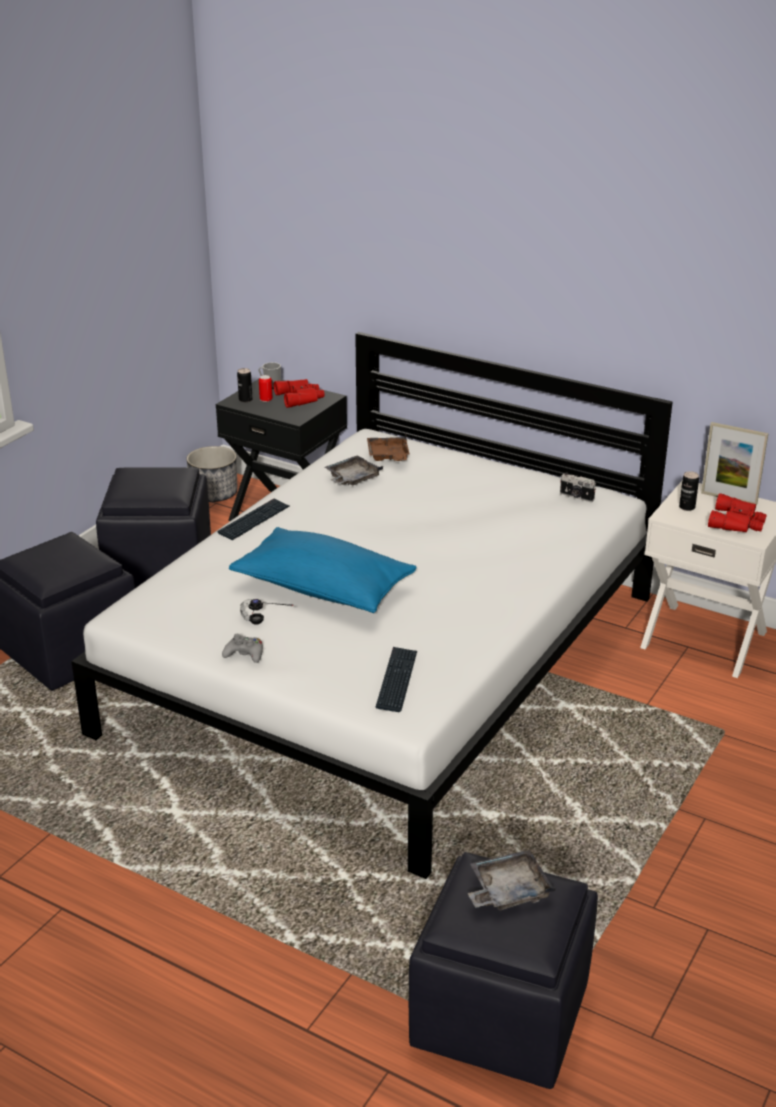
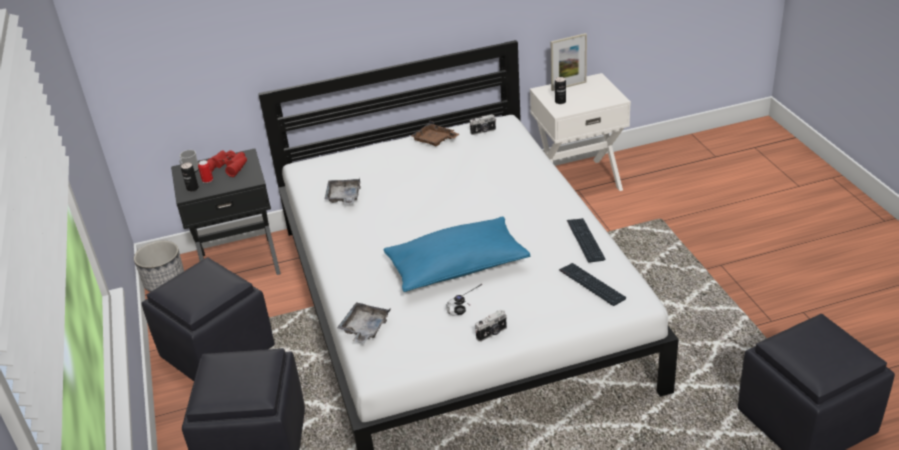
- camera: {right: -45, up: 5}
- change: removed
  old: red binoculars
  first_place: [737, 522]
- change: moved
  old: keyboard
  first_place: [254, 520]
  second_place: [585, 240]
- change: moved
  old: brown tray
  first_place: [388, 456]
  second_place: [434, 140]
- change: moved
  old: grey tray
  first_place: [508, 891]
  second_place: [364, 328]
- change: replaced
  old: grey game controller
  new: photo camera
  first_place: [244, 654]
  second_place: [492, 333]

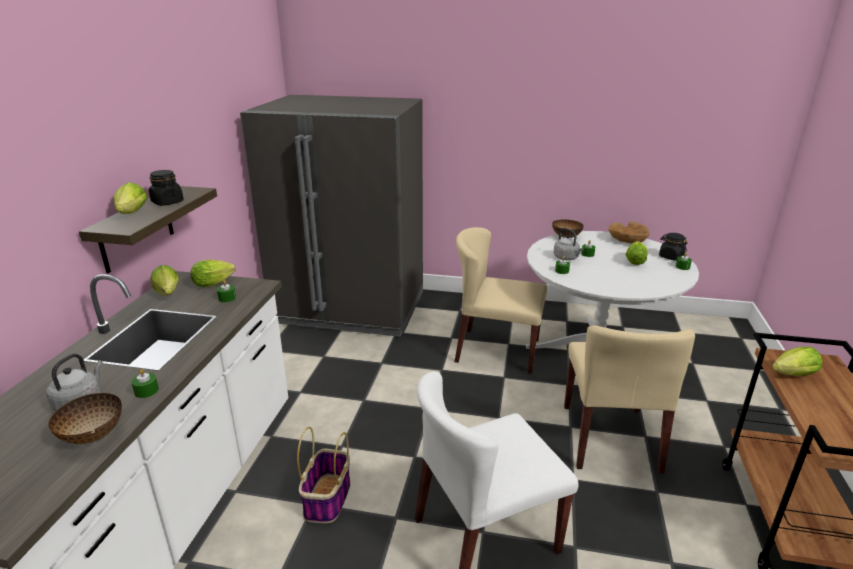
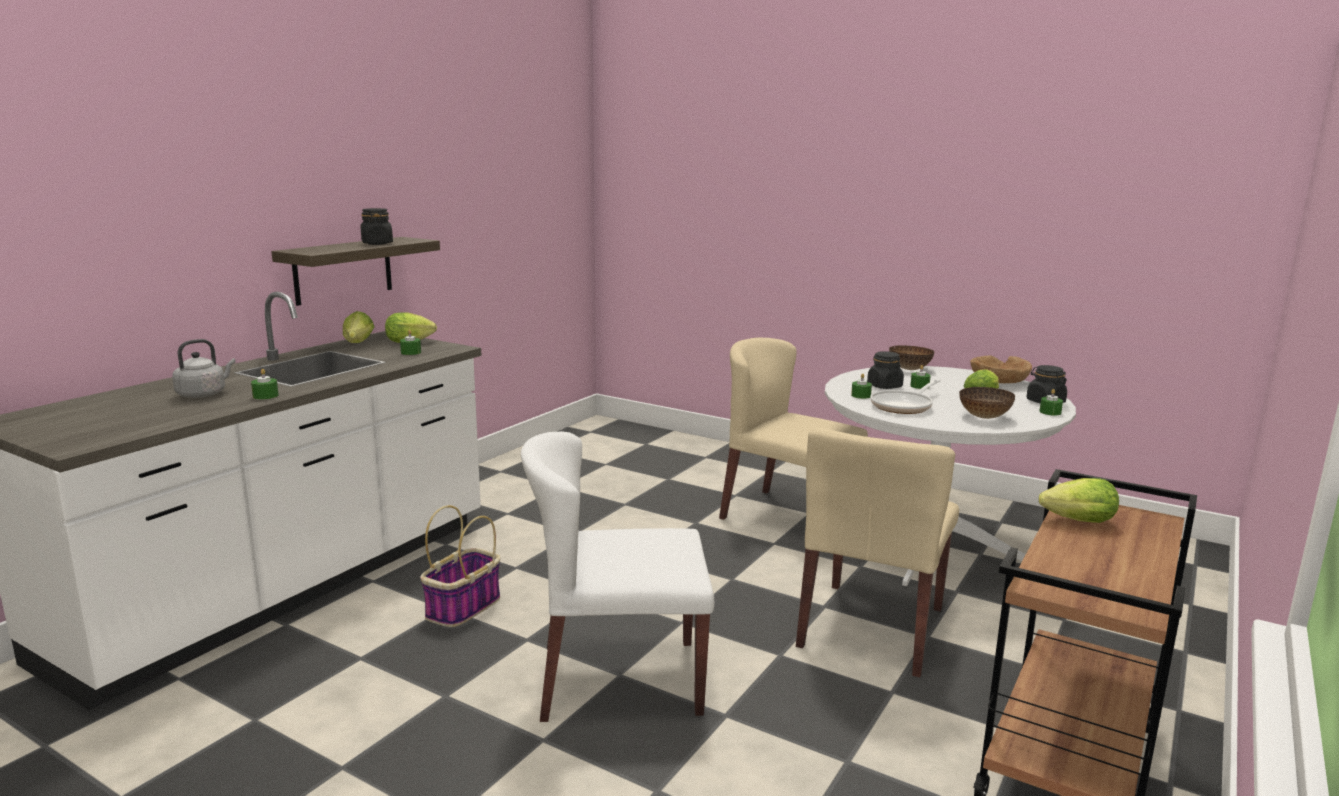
- camera: {right: 20, up: -10}
- change: removed
  old: lettuce
  first_place: [131, 214]
- change: removed
  old: grey fridge
  first_place: [350, 308]
- change: added
  new: frying pan
  second_place: [904, 406]
- change: moved
  old: bowl
  first_place: [92, 435]
  second_place: [983, 417]
- change: replaced
  old: grey kettle
  new: black jar
  first_place: [567, 258]
  second_place: [884, 386]

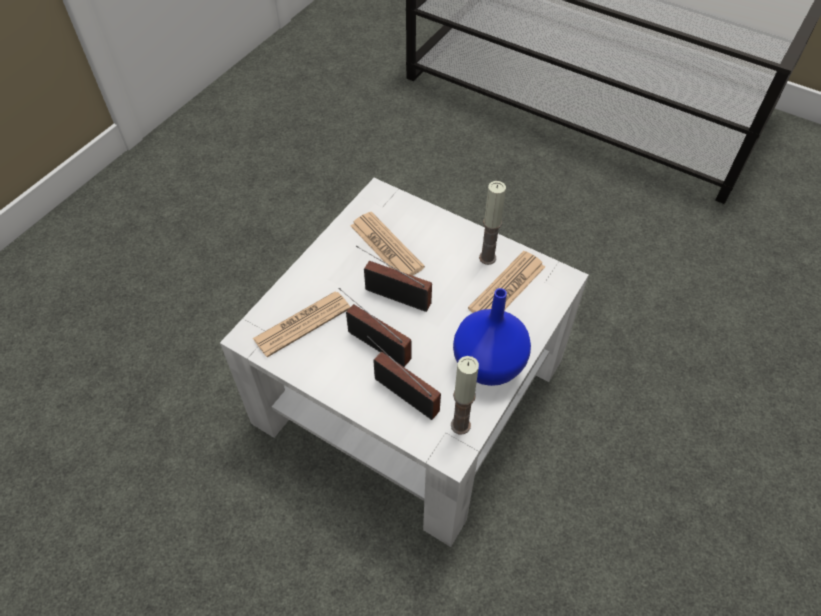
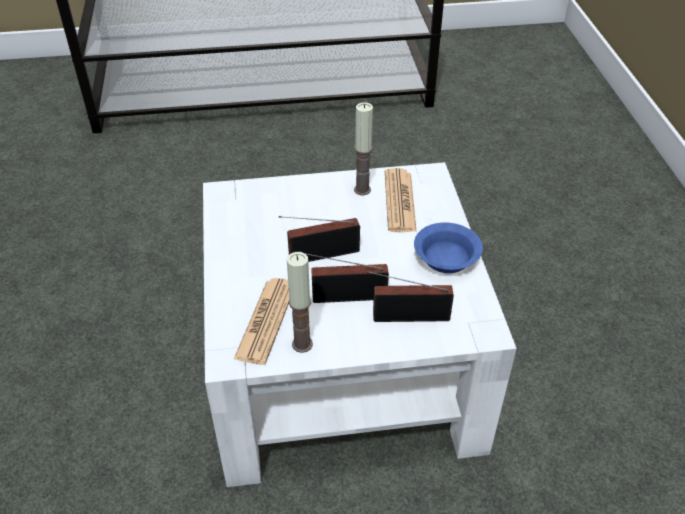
- camera: {right: -40, up: -10}
- change: removed
  old: newspaper
  first_place: [386, 246]
- change: moved
  old: candle
  first_place: [460, 425]
  second_place: [302, 344]
- change: replaced
  old: blue vase
  new: blue bowl
  first_place: [488, 364]
  second_place: [444, 258]

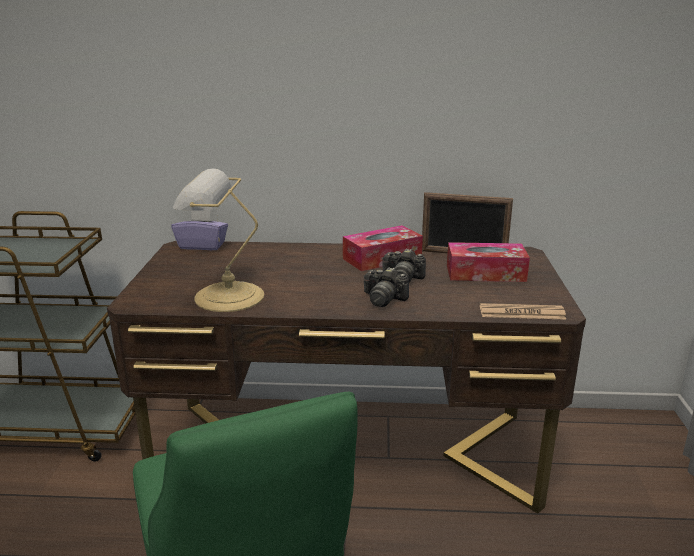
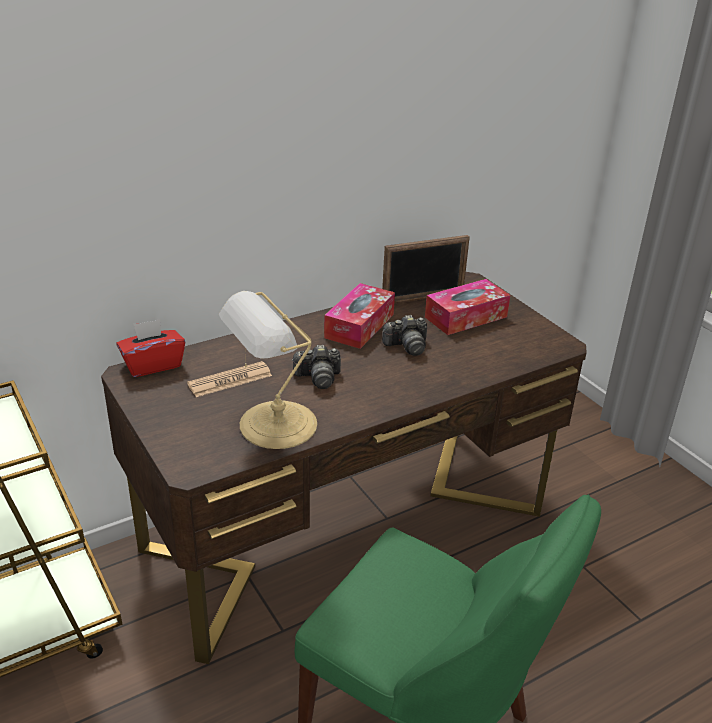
- camera: {right: -35, up: 10}
- change: moved
  old: photo camera
  first_place: [383, 299]
  second_place: [318, 378]
- change: moved
  old: newspaper
  first_place: [522, 313]
  second_place: [230, 380]
- change: recoloured
  old: purple tissue box
  new: red tissue box
  first_place: [202, 245]
  second_place: [153, 365]

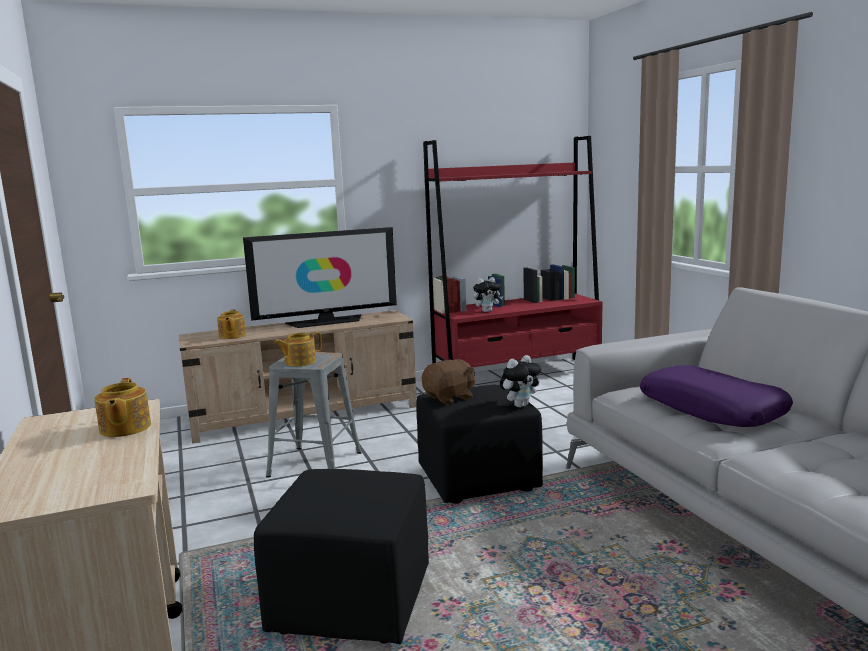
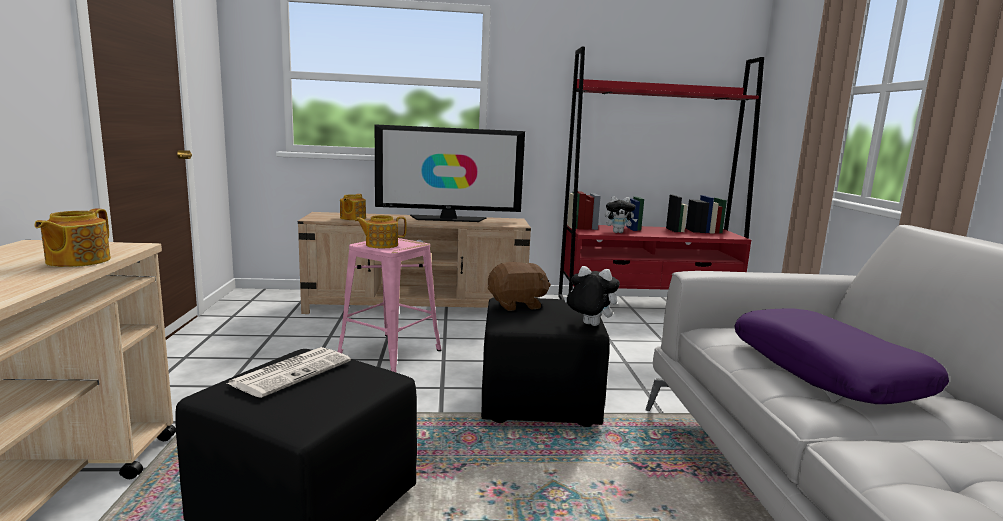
- camera: {right: 15, up: 0}
- change: added
  new: newspaper
  second_place: [292, 372]
- change: recoloured
  old: grey stool
  new: pink stool
  first_place: [314, 464]
  second_place: [389, 352]
- change: turned
  old: plush toy
  first_place: [520, 405]
  second_place: [588, 325]
  degrees: -135

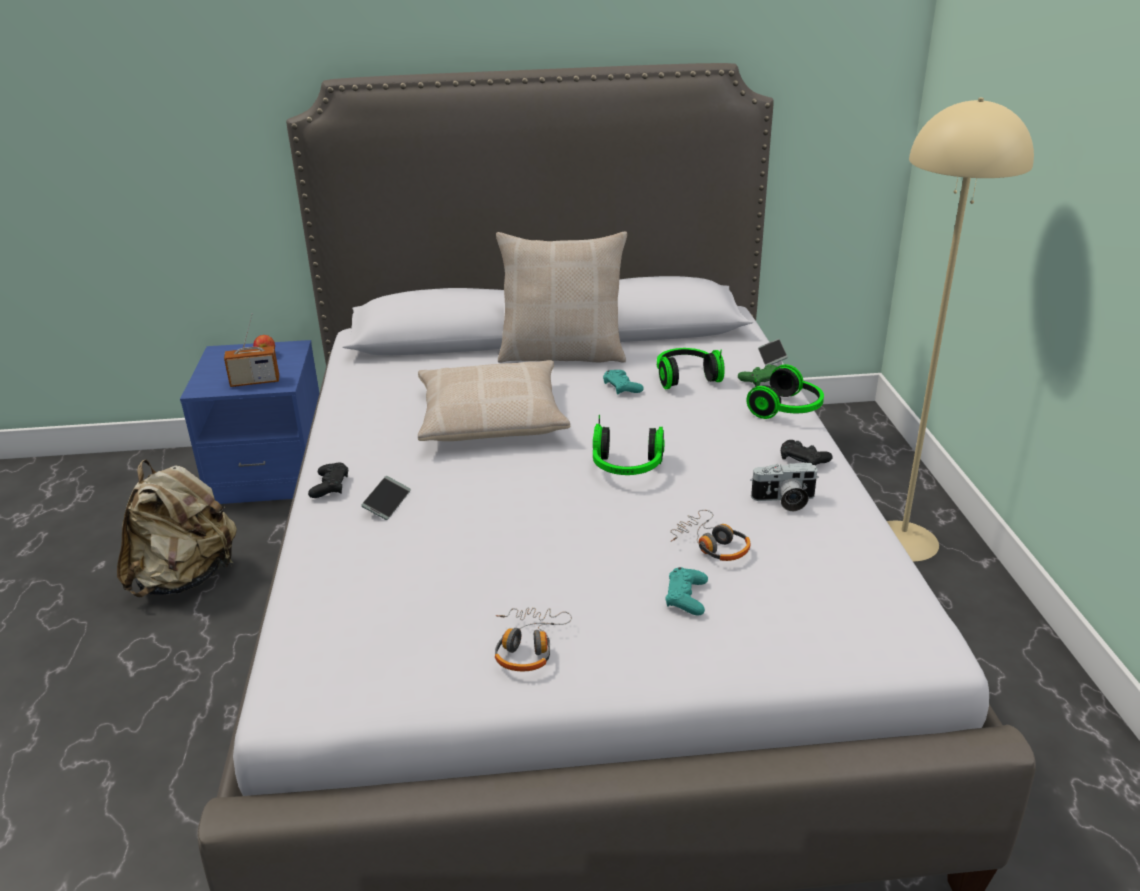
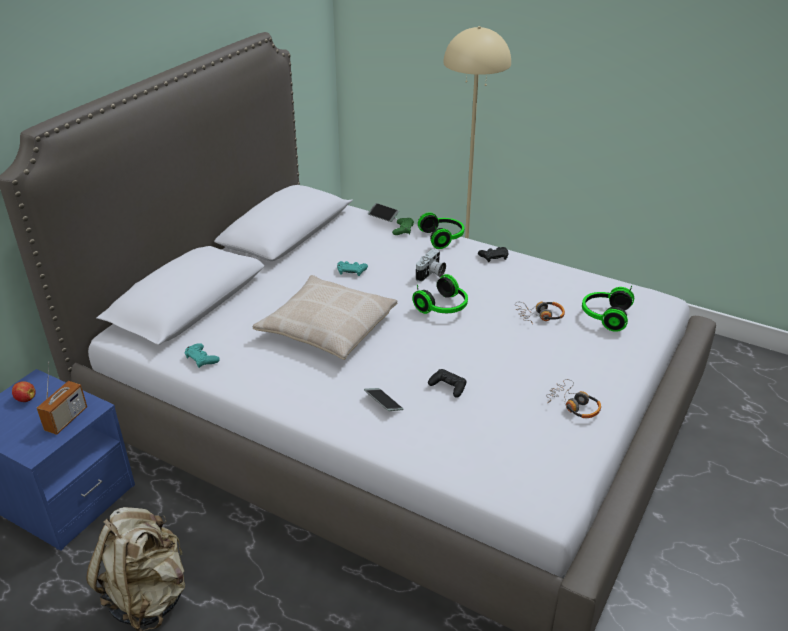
- camera: {right: -55, up: 5}
- change: removed
  old: beige pillow
  first_place: [563, 354]
- change: moved
  old: black game controller
  first_place: [330, 486]
  second_place: [448, 386]
- change: moved
  old: headphones
  first_place: [685, 377]
  second_place: [604, 316]
- change: moved
  old: turquoise game controller
  first_place: [686, 597]
  second_place: [201, 359]
- change: moved
  old: photo camera
  first_place: [784, 501]
  second_place: [431, 274]

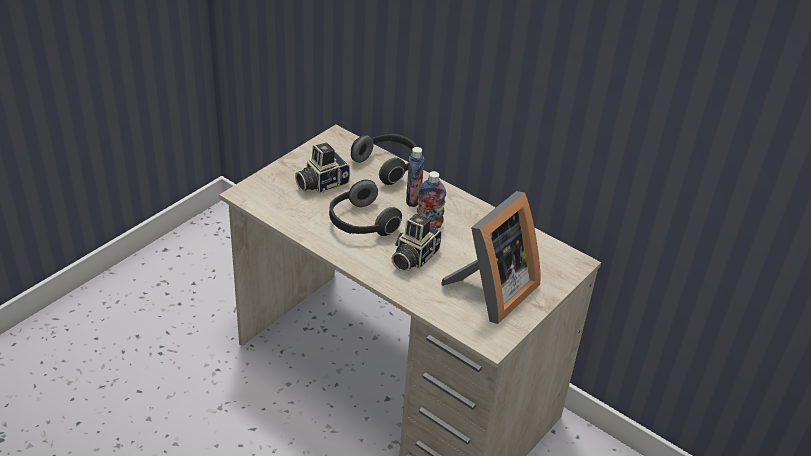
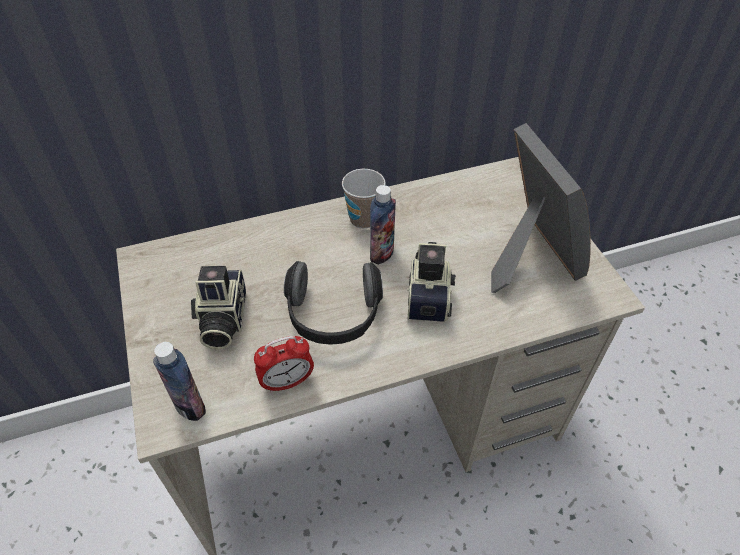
- camera: {right: -55, up: 10}
- change: removed
  old: headphones
  first_place: [388, 166]
- change: added
  new: alarm clock
  second_place: [287, 382]
- change: added
  new: cup
  second_place: [364, 219]
- change: moved
  old: bottle
  first_place: [413, 200]
  second_place: [190, 406]
- change: turned
  old: photo camera
  first_place: [413, 257]
  second_place: [429, 295]
  degrees: -150

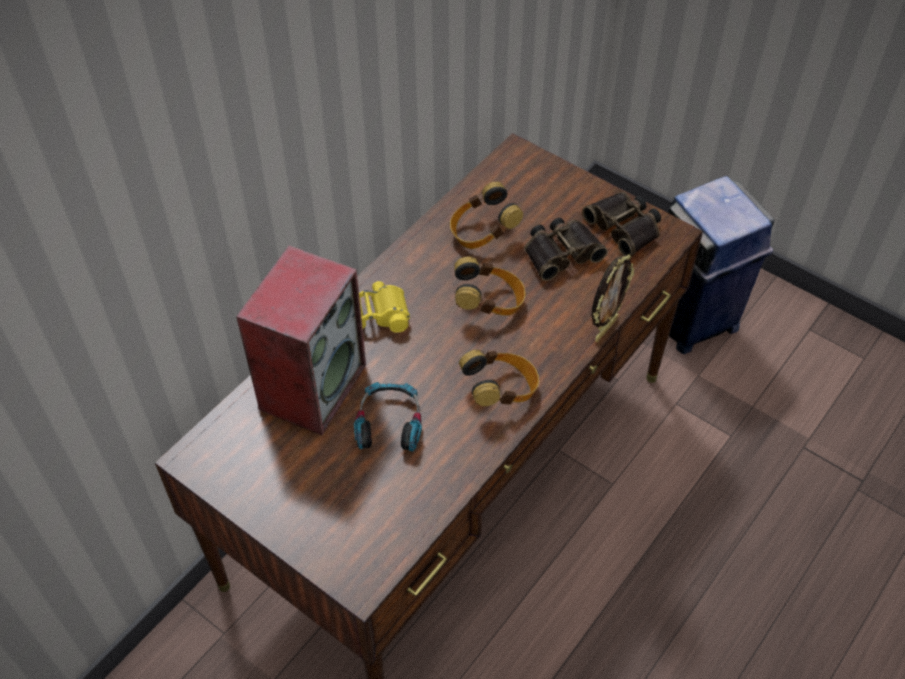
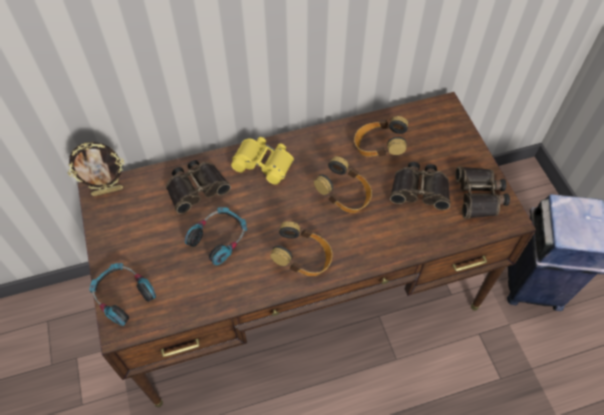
- camera: {right: 35, up: 5}
- change: added
  new: headphones
  second_place: [123, 296]
- change: moved
  old: picture frame
  first_place: [605, 329]
  second_place: [108, 191]
- change: replaced
  old: speaker
  new: binoculars
  first_place: [312, 385]
  second_place: [196, 187]

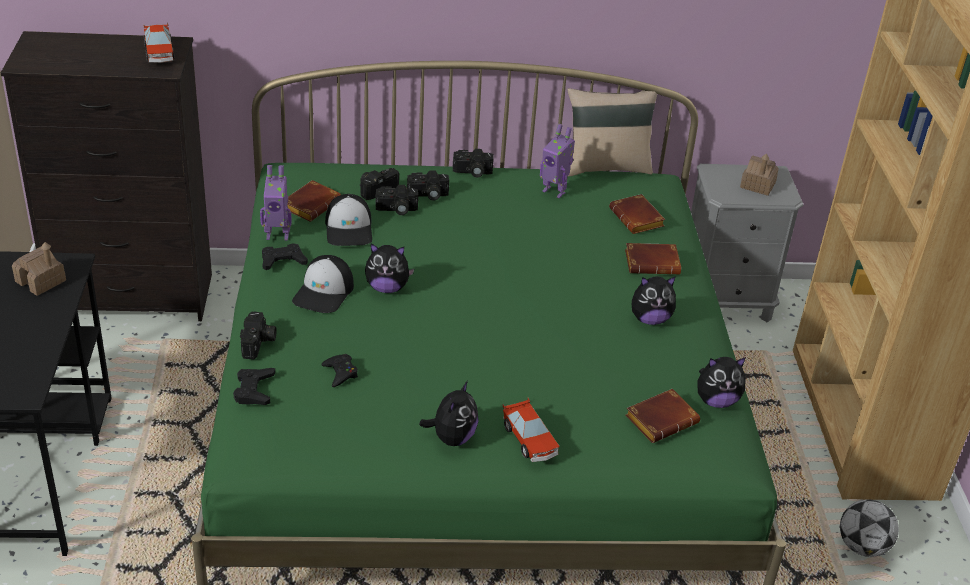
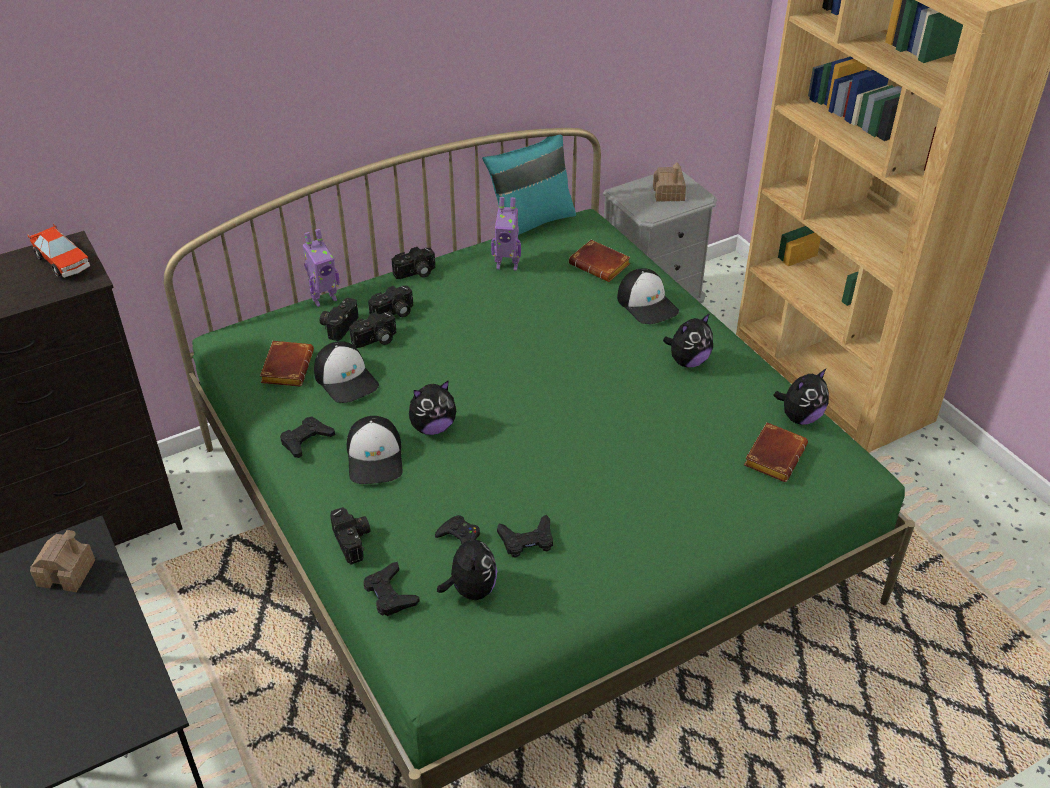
- camera: {right: -25, up: 5}
- change: removed
  old: toy car
  first_place: [529, 440]
- change: removed
  old: football
  first_place: [862, 547]
- change: added
  new: black game controller
  second_place: [527, 540]
- change: moved
  old: toy robot
  first_place: [277, 235]
  second_place: [324, 299]
- change: moved
  old: plush toy
  first_place: [452, 438]
  second_place: [471, 589]
- change: replaced
  old: brown book
  new: cap
  first_place: [653, 263]
  second_place: [647, 304]
- change: recoloured
  old: beige pillow
  new: turquoise pillow
  first_place: [606, 167]
  second_place: [530, 222]

